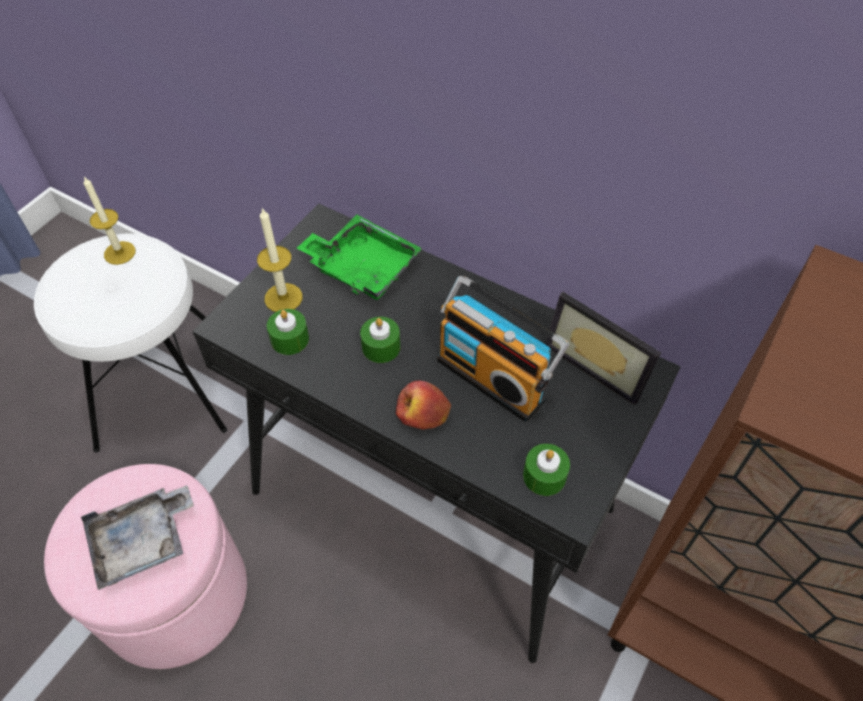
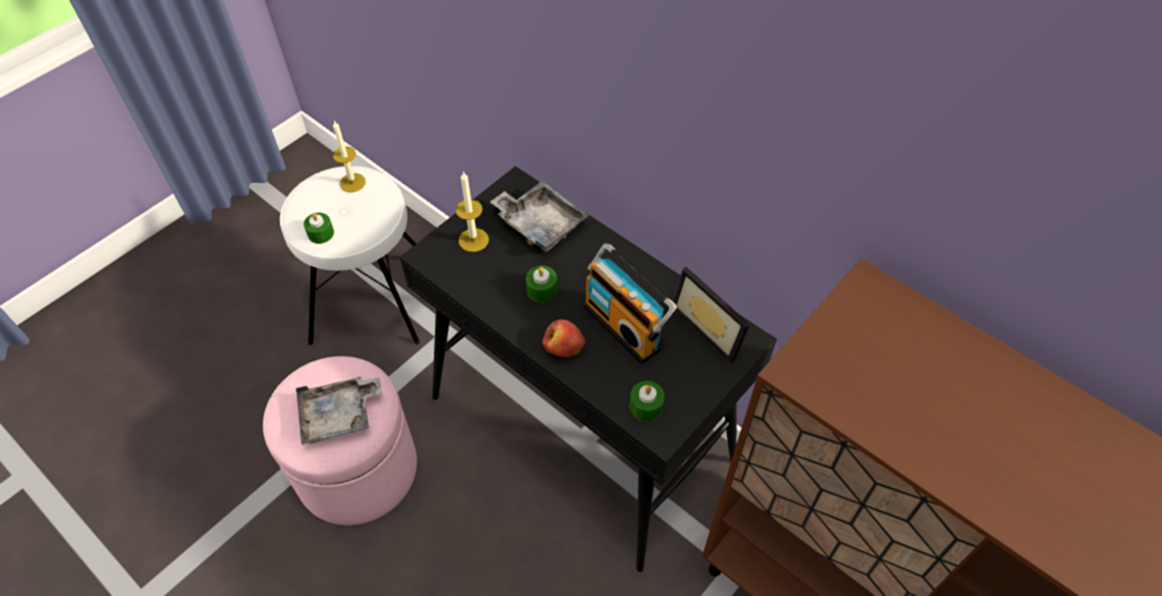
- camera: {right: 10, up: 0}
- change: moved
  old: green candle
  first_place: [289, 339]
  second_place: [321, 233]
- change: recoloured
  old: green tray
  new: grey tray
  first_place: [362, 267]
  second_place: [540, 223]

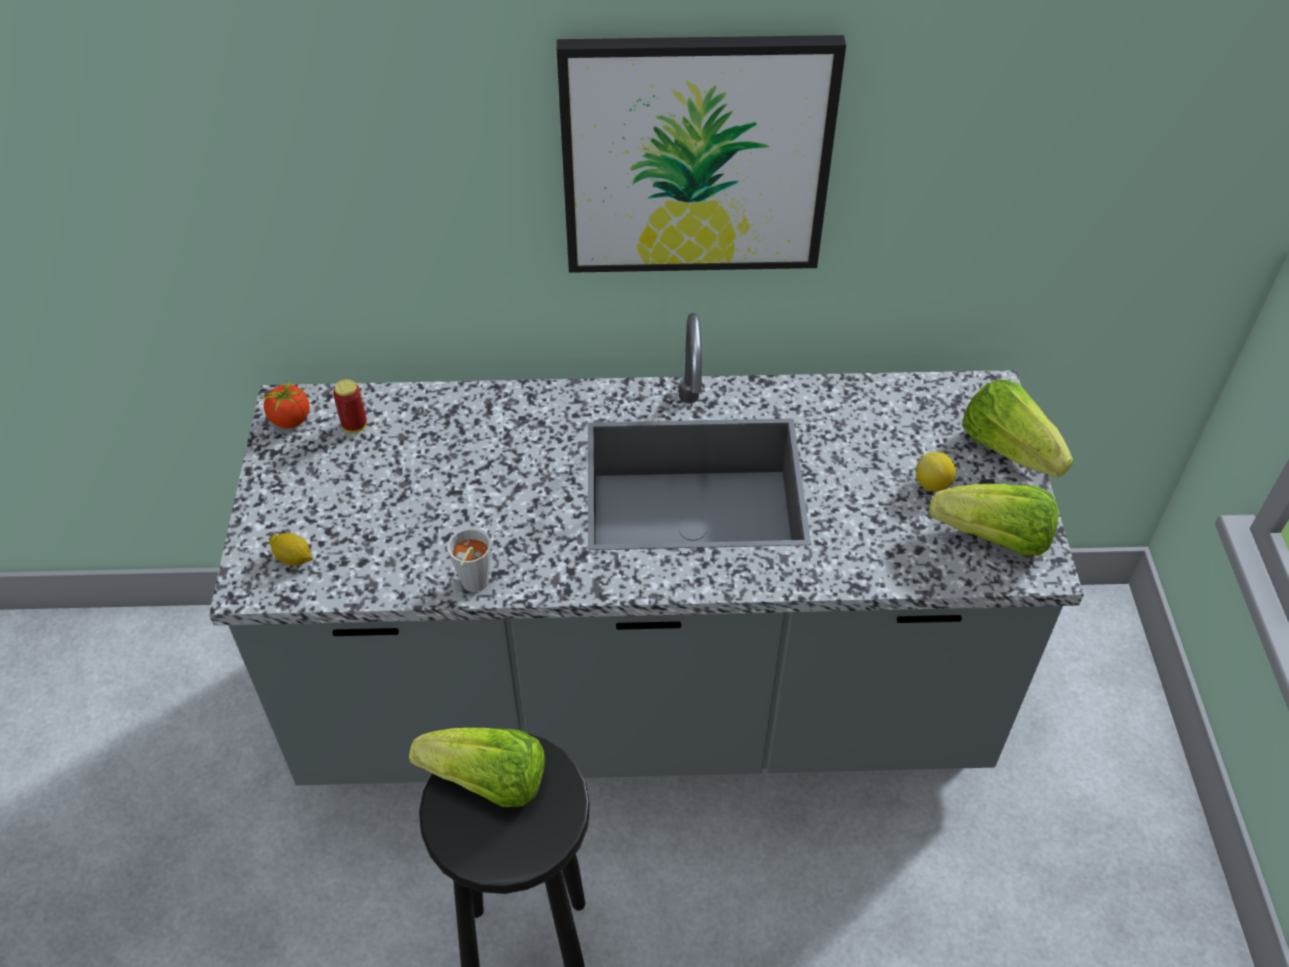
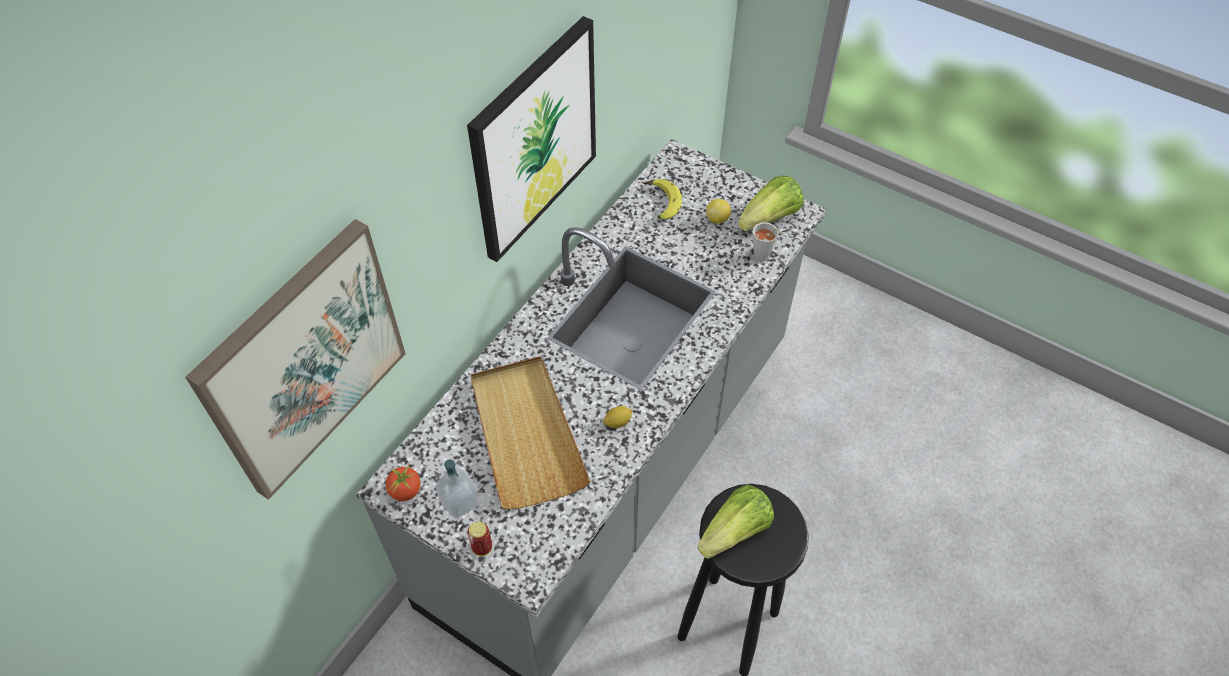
- camera: {right: -55, up: 5}
- change: removed
  old: lettuce
  first_place: [1009, 449]
- change: added
  new: picture
  second_place: [304, 360]
- change: added
  new: soap dispenser
  second_place: [460, 501]
- change: added
  new: beige tray
  second_place: [526, 433]
- change: added
  new: banana
  second_place: [660, 203]
- change: moved
  old: lemon
  first_place: [293, 558]
  second_place: [618, 422]
- change: moved
  old: can
  first_place: [354, 425]
  second_place: [482, 548]
- change: moved
  old: grey cup
  first_place: [472, 586]
  second_place: [764, 257]

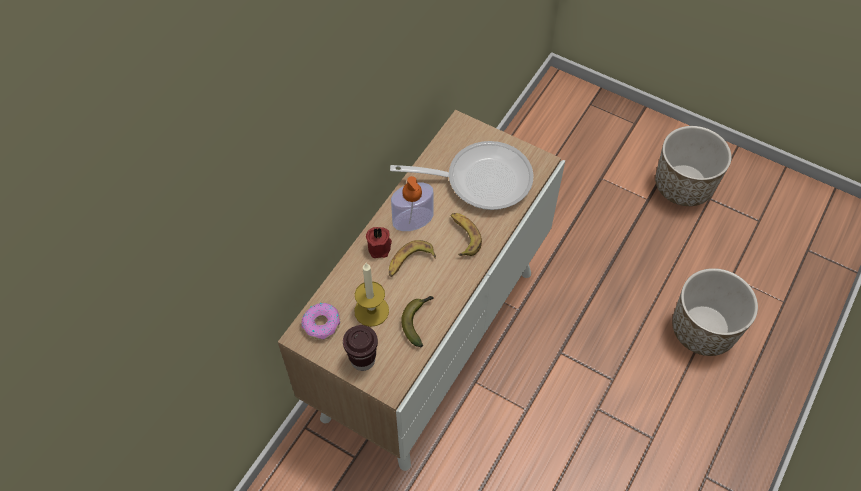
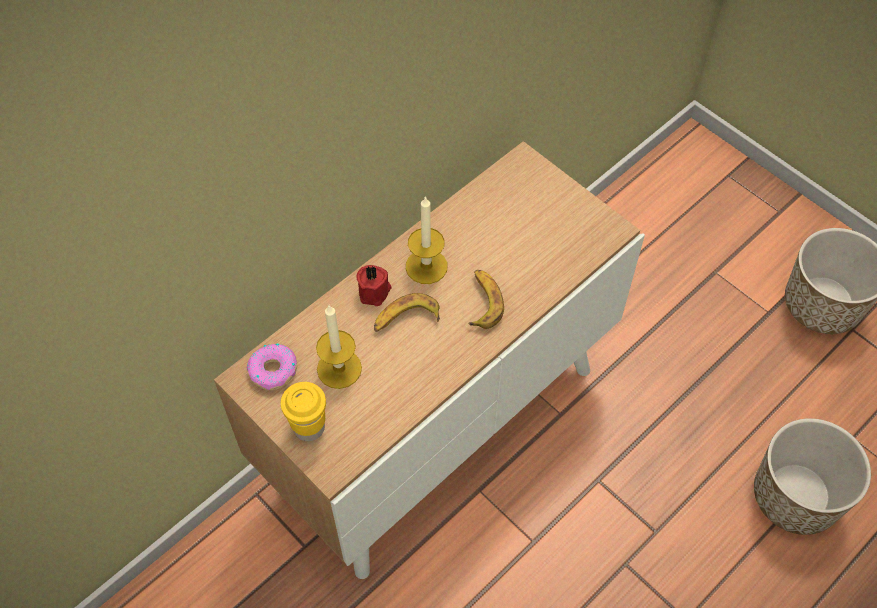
- camera: {right: 15, up: 0}
- change: removed
  old: frying pan
  first_place: [480, 179]
- change: removed
  old: banana
  first_place: [418, 321]
- change: replaced
  old: soap dispenser
  new: candle
  first_place: [412, 219]
  second_place: [426, 266]
- change: recoloured
  old: brown cup
  new: yellow cup
  first_place: [363, 360]
  second_place: [309, 427]

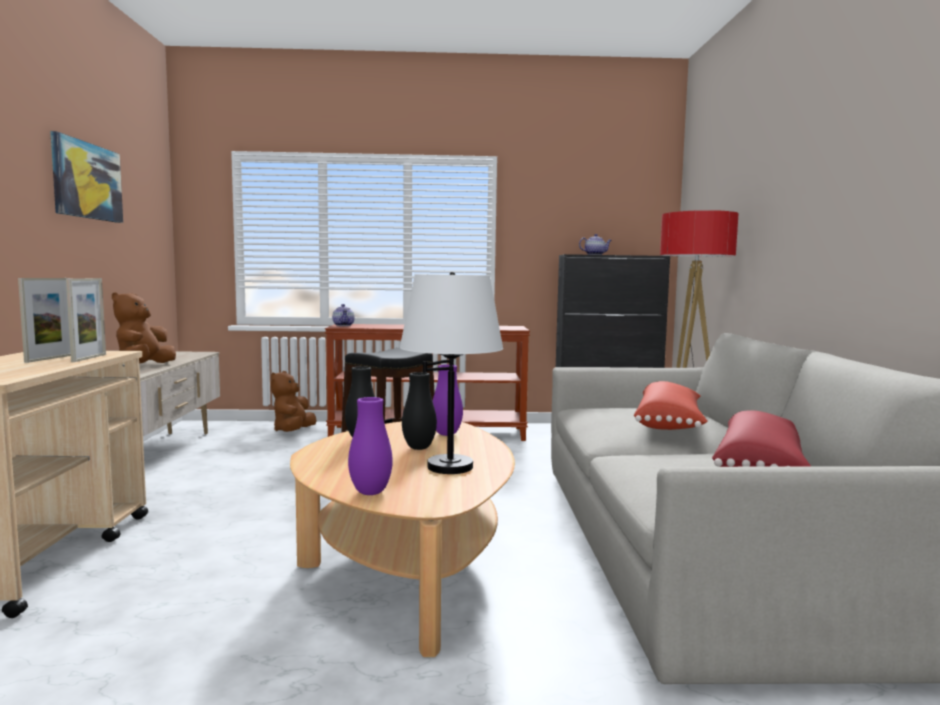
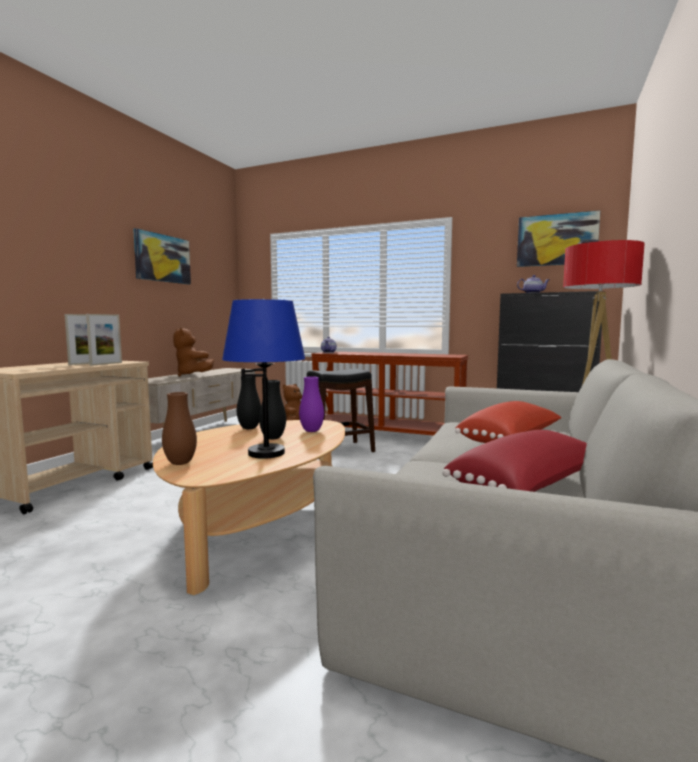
- camera: {right: 25, up: 0}
- change: added
  new: picture
  second_place: [556, 240]
- change: recoloured
  old: purple vase
  new: brown vase
  first_place: [370, 492]
  second_place: [180, 463]
- change: recoloured
  old: white table lamp
  new: blue table lamp
  first_place: [450, 467]
  second_place: [267, 453]
- change: turned
  old: brown plush toy
  first_place: [144, 366]
  second_place: [192, 375]
  degrees: -75

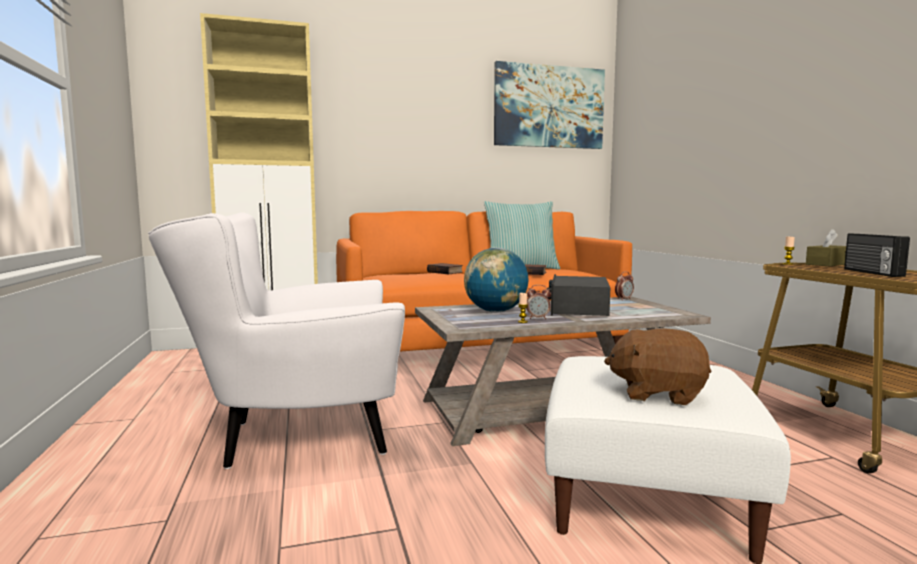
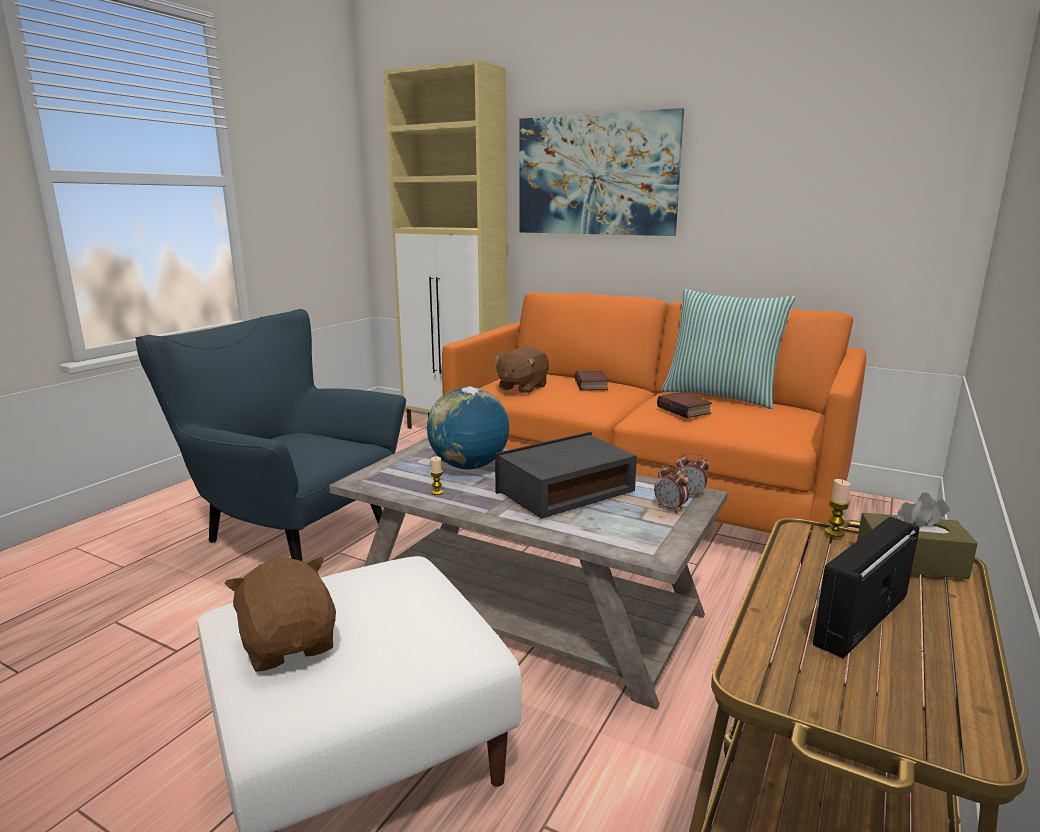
- camera: {right: 45, up: 10}
- change: added
  new: brown plush toy
  second_place: [522, 387]
- change: moved
  old: picture
  first_place: [549, 107]
  second_place: [596, 175]
- change: moved
  old: alarm clock
  first_place: [538, 318]
  second_place: [670, 508]
- change: recoloured
  old: white armchair
  new: blue armchair
  first_place: [292, 437]
  second_place: [287, 534]

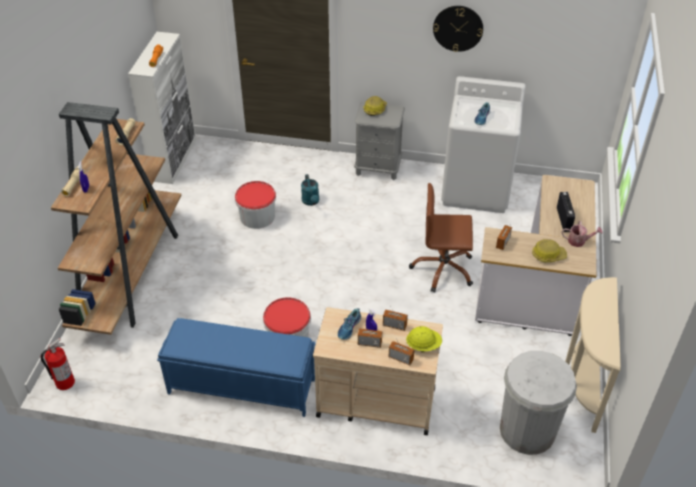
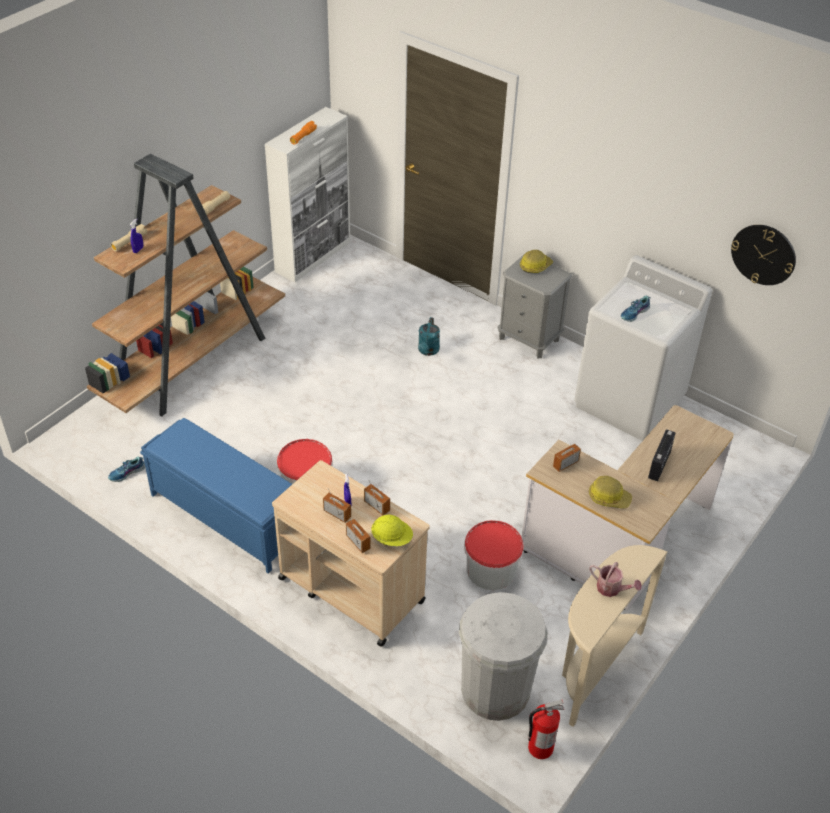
- camera: {right: 25, up: 0}
- change: removed
  old: brown office chair
  first_place: [443, 269]
- change: moved
  old: fire extinguisher
  first_place: [64, 382]
  second_place: [540, 747]
- change: moved
  old: bucket
  first_place: [257, 217]
  second_place: [491, 570]
- change: moved
  old: shoe
  first_place: [349, 328]
  second_place: [127, 473]
- change: moved
  old: wall clock
  first_place: [458, 28]
  second_place: [763, 254]
- change: moved
  old: watering can
  first_place: [579, 241]
  second_place: [612, 589]

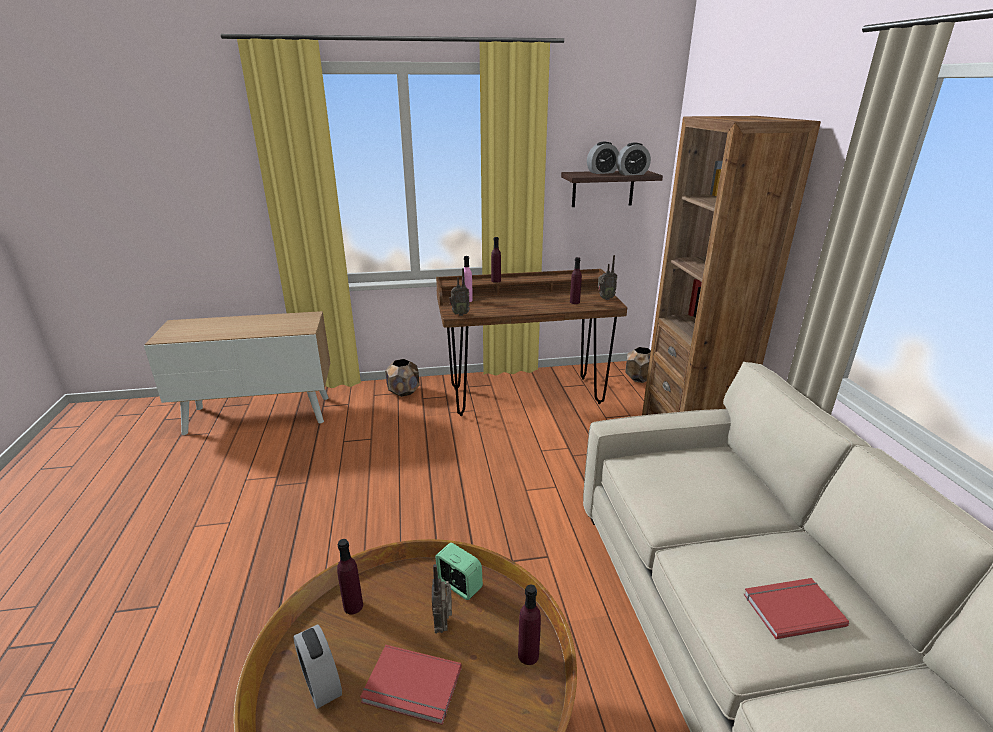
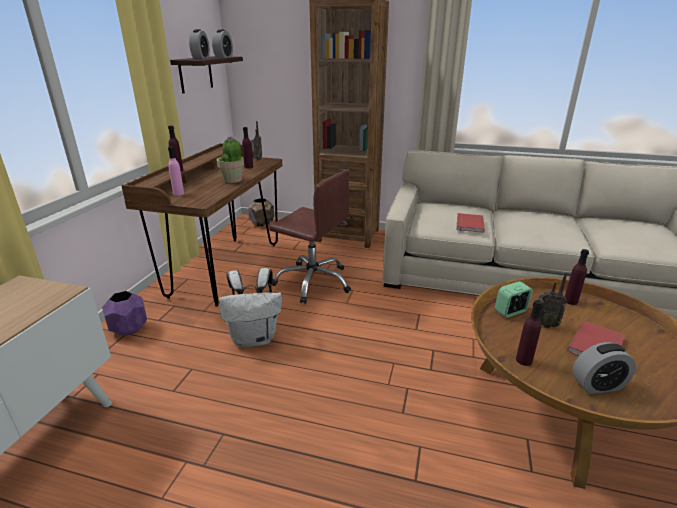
- camera: {right: -65, up: 0}
- change: removed
  old: radio
  first_place: [459, 314]
- change: added
  new: potted plant
  second_place: [232, 180]
- change: added
  new: white backpack
  second_place: [255, 338]
- change: added
  new: brown office chair
  second_place: [313, 282]
- change: moved
  old: red book
  first_place: [791, 608]
  second_place: [468, 224]
- change: recoloured
  old: brown planter
  new: purple planter
  first_place: [404, 392]
  second_place: [129, 328]

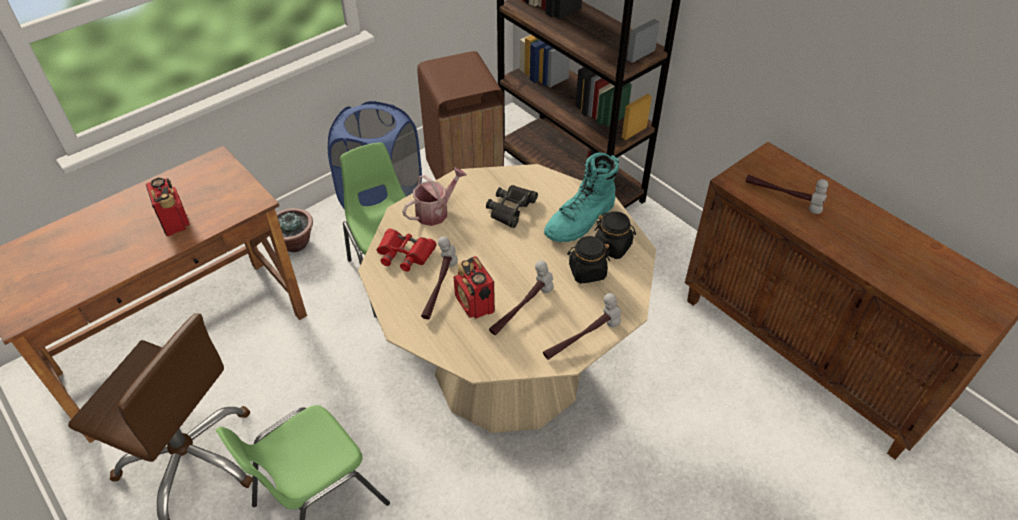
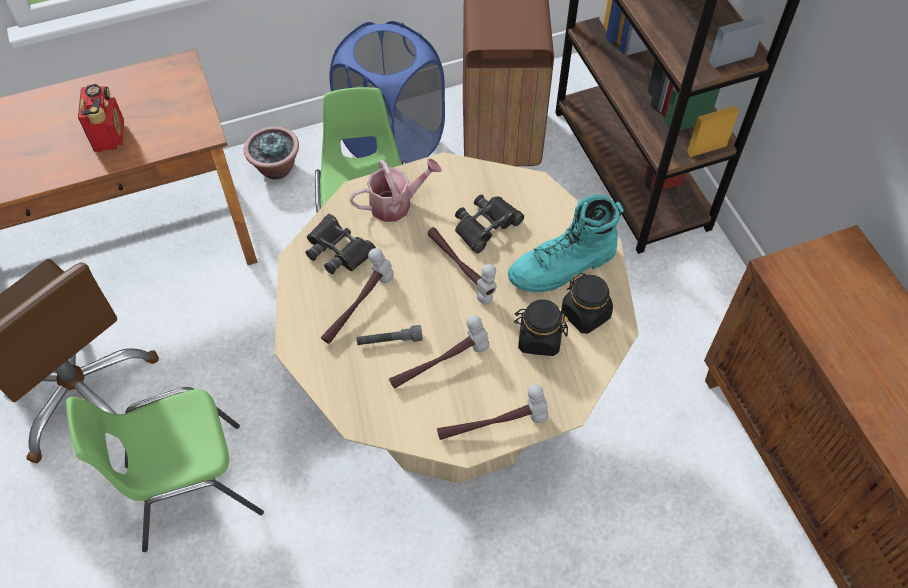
- camera: {right: 20, up: 10}
- change: moved
  old: hammer
  first_place: [782, 197]
  second_place: [461, 269]
- change: replaced
  old: radio
  new: grey flashlight
  first_place: [475, 304]
  second_place: [389, 341]
- change: recoloured
  old: red binoculars
  new: black binoculars
  first_place: [405, 253]
  second_place: [338, 250]

